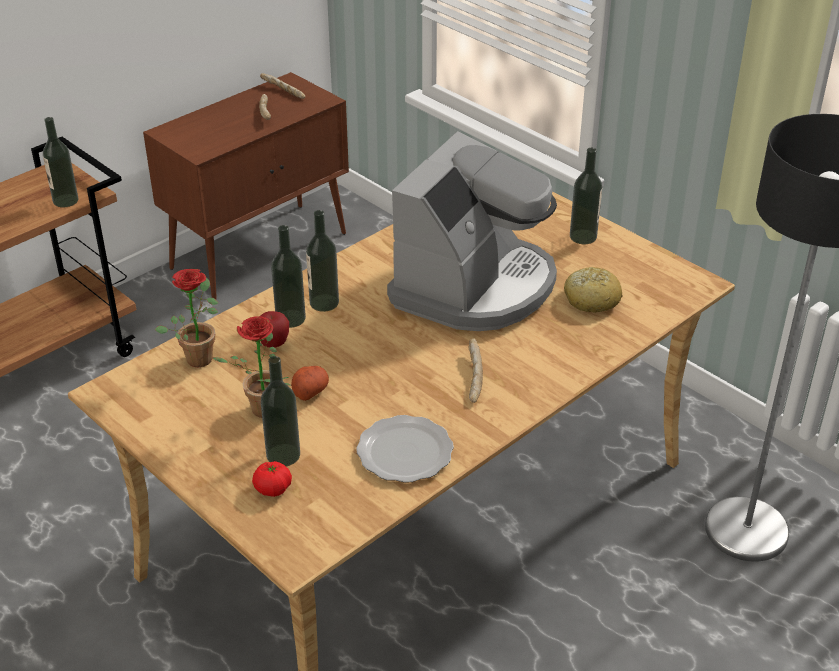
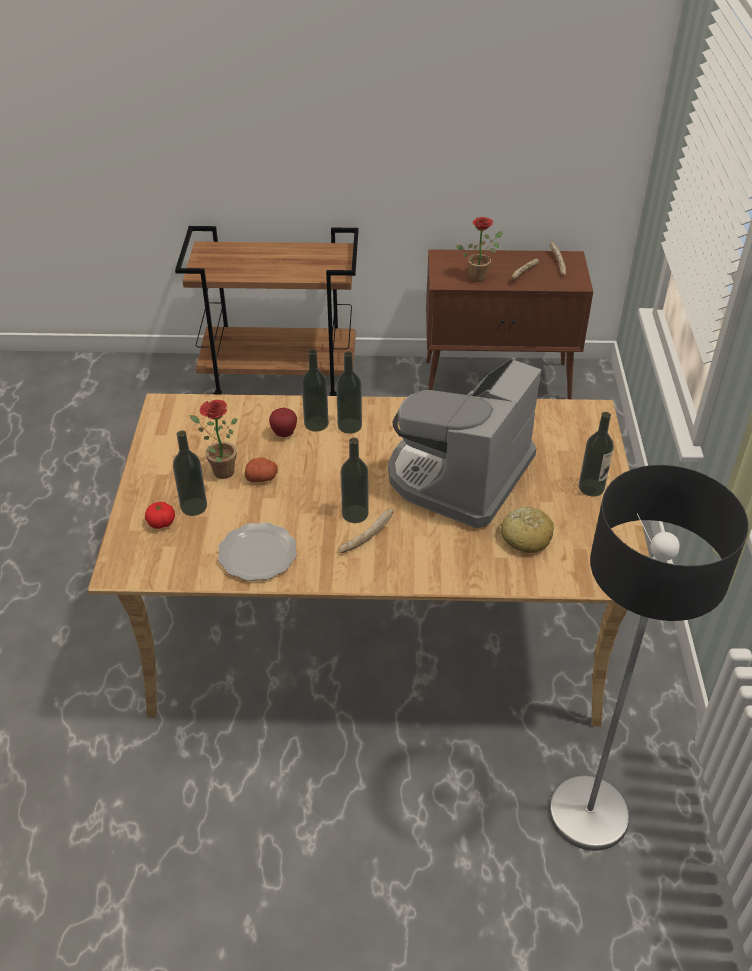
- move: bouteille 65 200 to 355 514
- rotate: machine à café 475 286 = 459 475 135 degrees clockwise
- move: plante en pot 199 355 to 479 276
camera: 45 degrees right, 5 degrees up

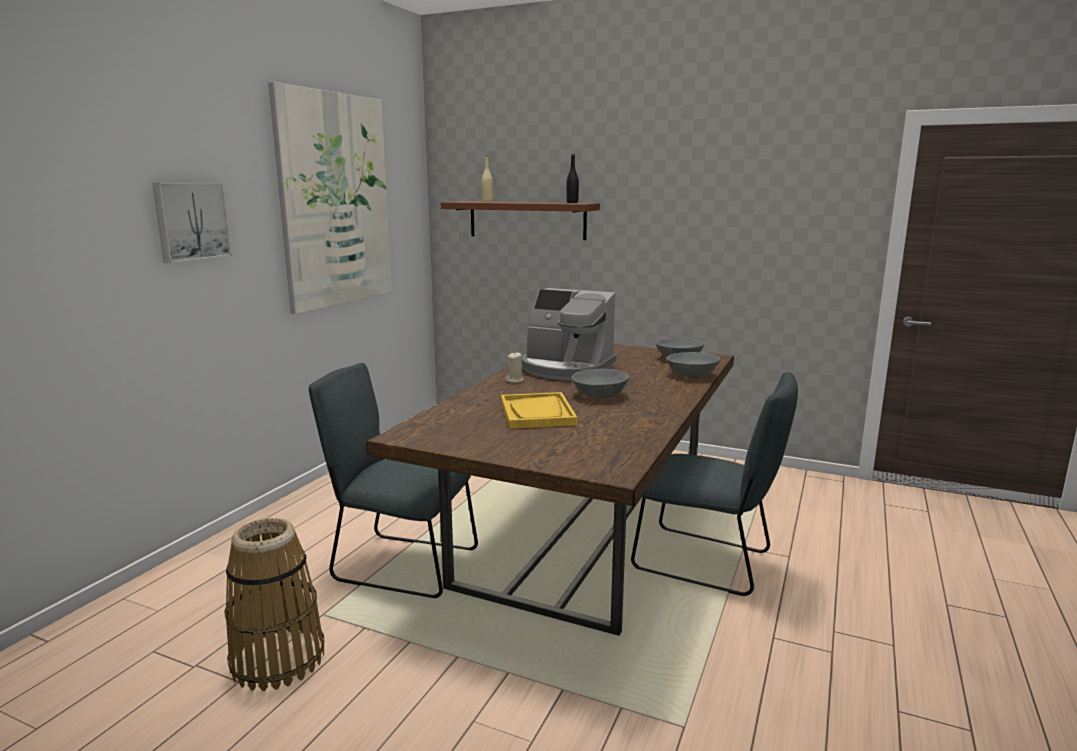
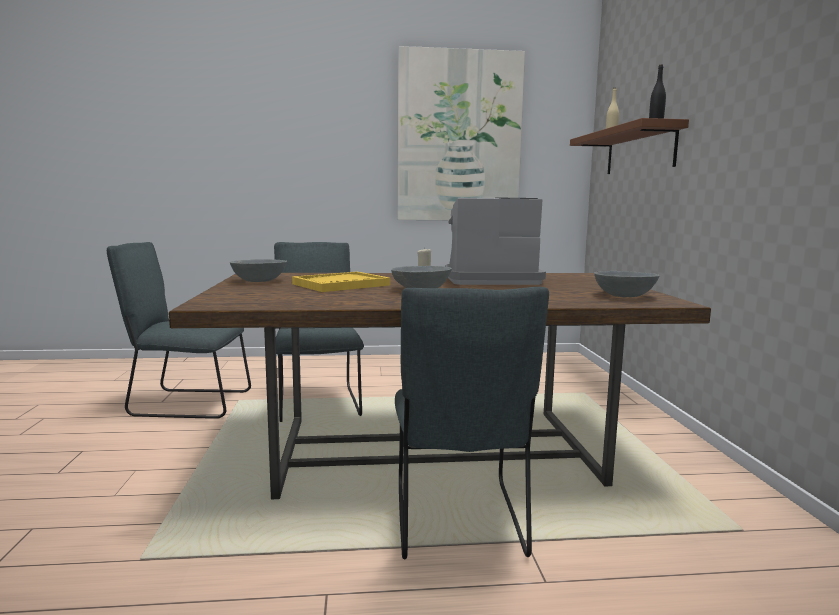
- delete: tableau 191 221
- rotate: machine à café 566 369 = 489 280 90 degrees clockwise
- move: bol/gris 692 375 to 260 281
- replace: panier 277 659 to chaise/gris 186 403
camera: 60 degrees right, 5 degrees down

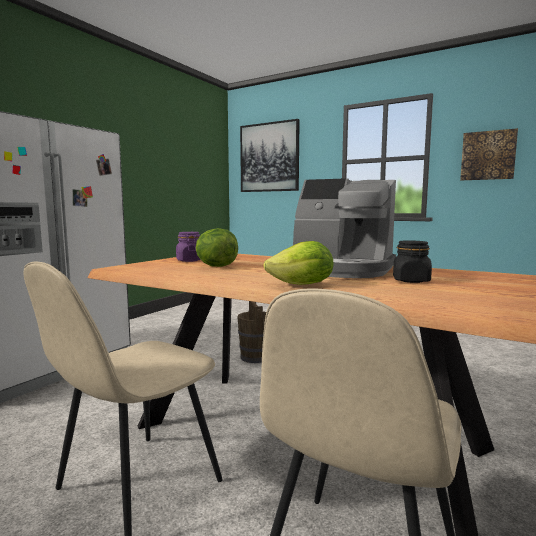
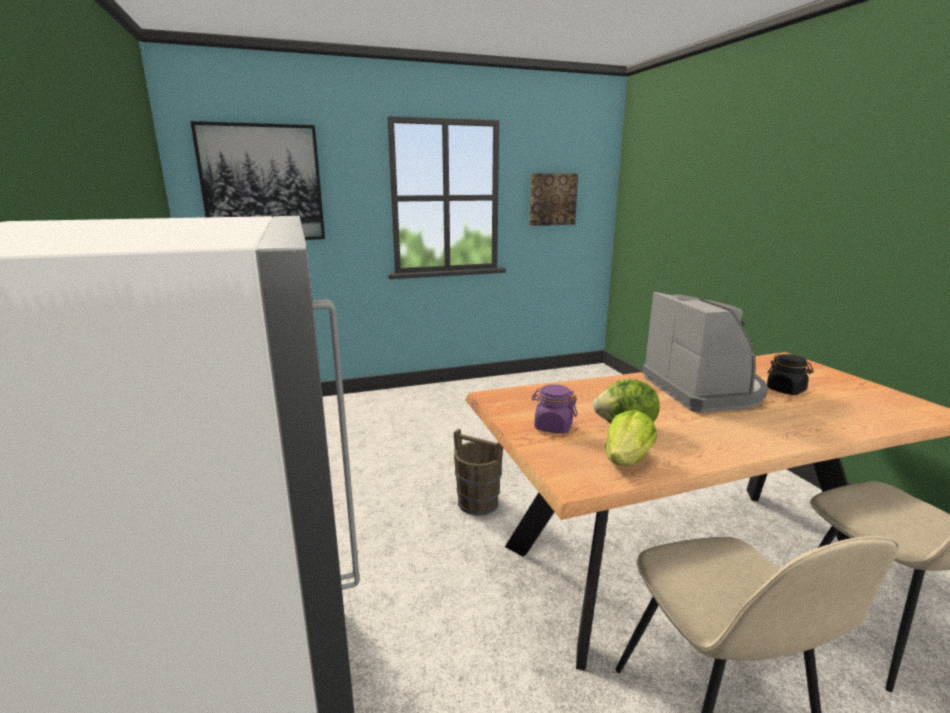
- rotate: machine à café 340 269 = 704 389 75 degrees counterclockwise
- move: laitue 302 285 to 627 460
camera: 50 degrees left, 10 degrees up

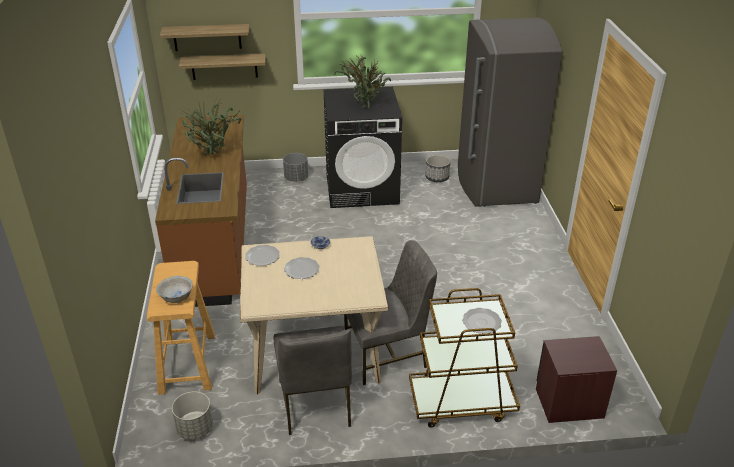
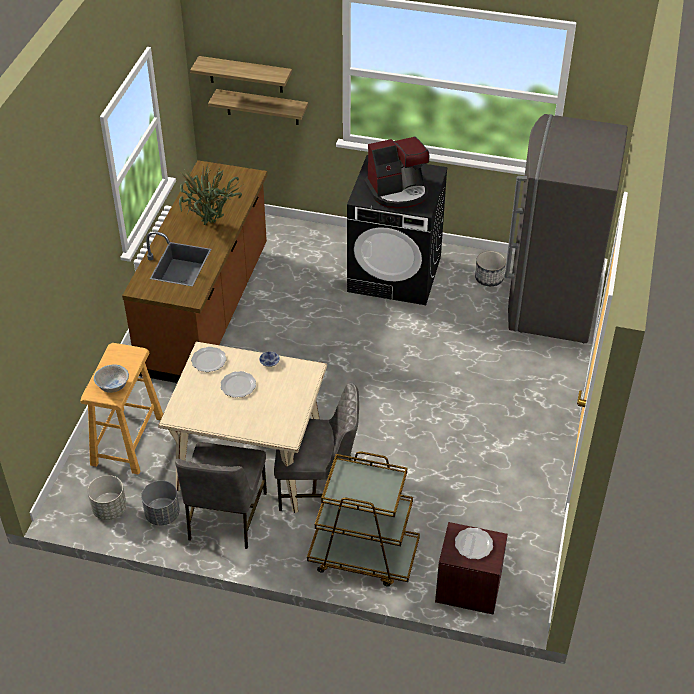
- replace: plante en pot 364 106 to machine à café 398 191
- move: cache-pot/gris 296 178 to 163 514
- move: assiette 481 322 to 473 544
camera: 20 degrees right, 10 degrees up

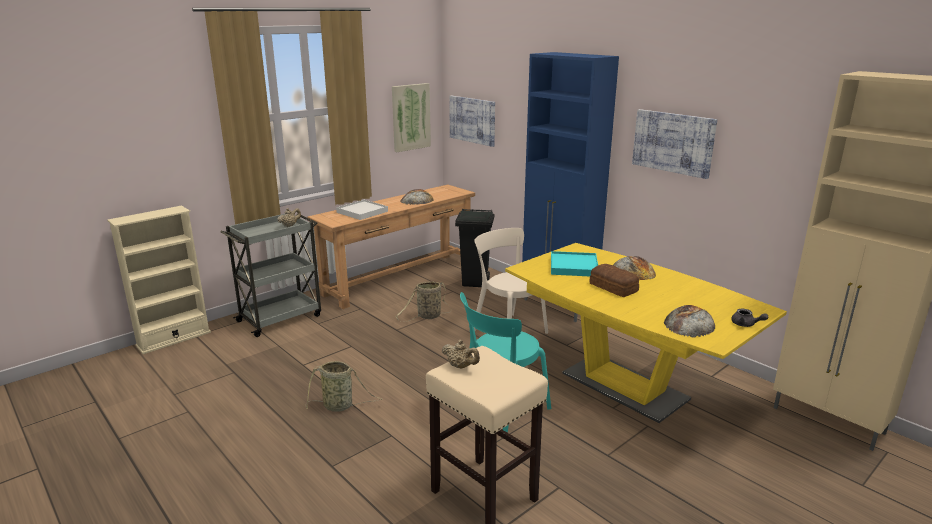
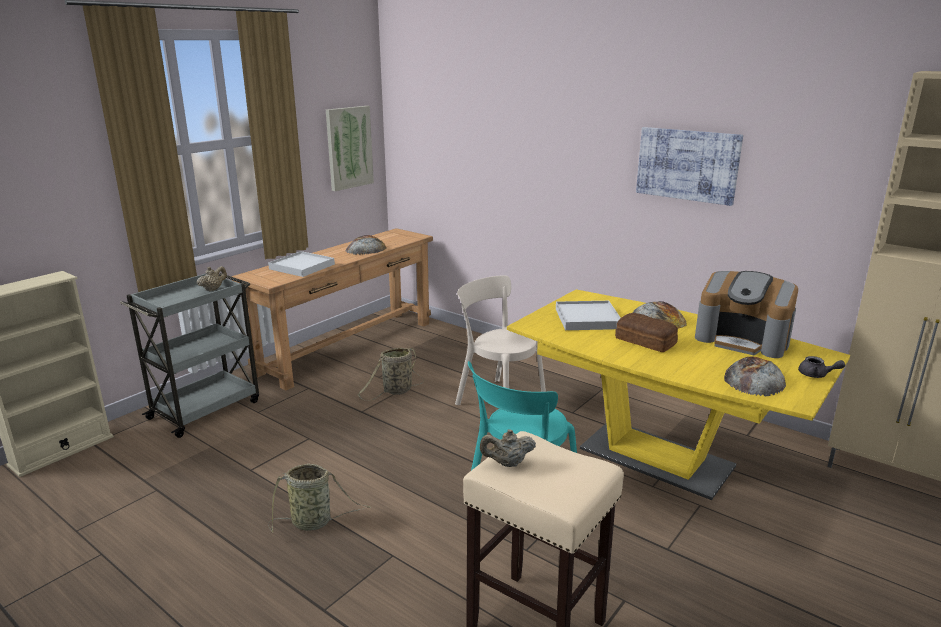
- delete: meuble de rangement/bleu 558 307
- delete: tableau 472 120
- delete: poubelle/noir 475 282
- recolor: plateau/turquoise 573 267 to plateau/blanc 587 319
- rotate: théière/beige 461 366 = 507 463 150 degrees clockwise
- insert: machine à café 742 339
camera: 10 degrees left, 0 degrees up

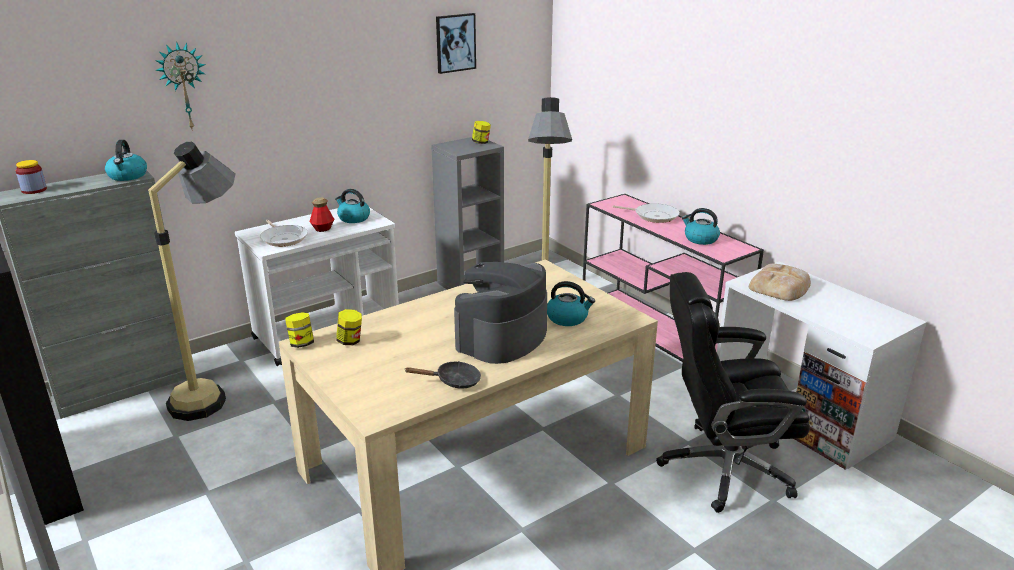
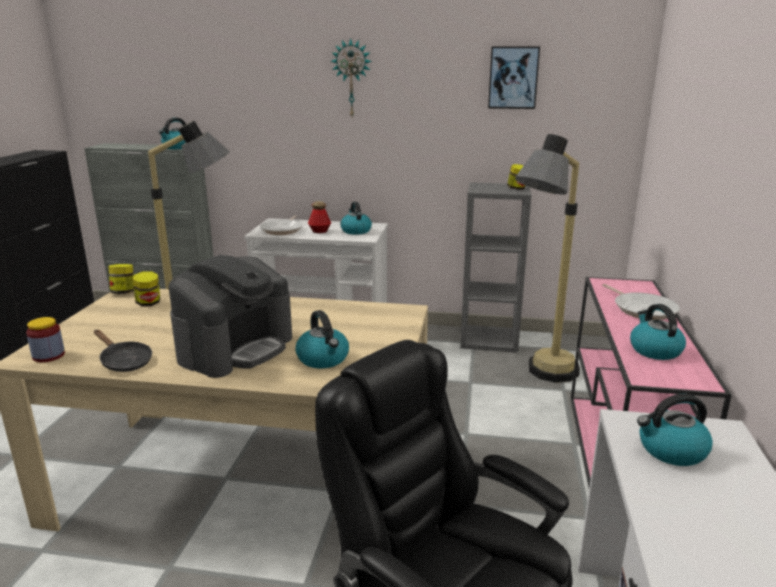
- move: horloge murale 183 86 to 352 79
- move: bocal 34 190 to 48 355
- rotate: machine à café 501 337 = 236 348 135 degrees clockwise
- replace: pain 780 287 to bouilloire 671 450
camera: 45 degrees right, 5 degrees down

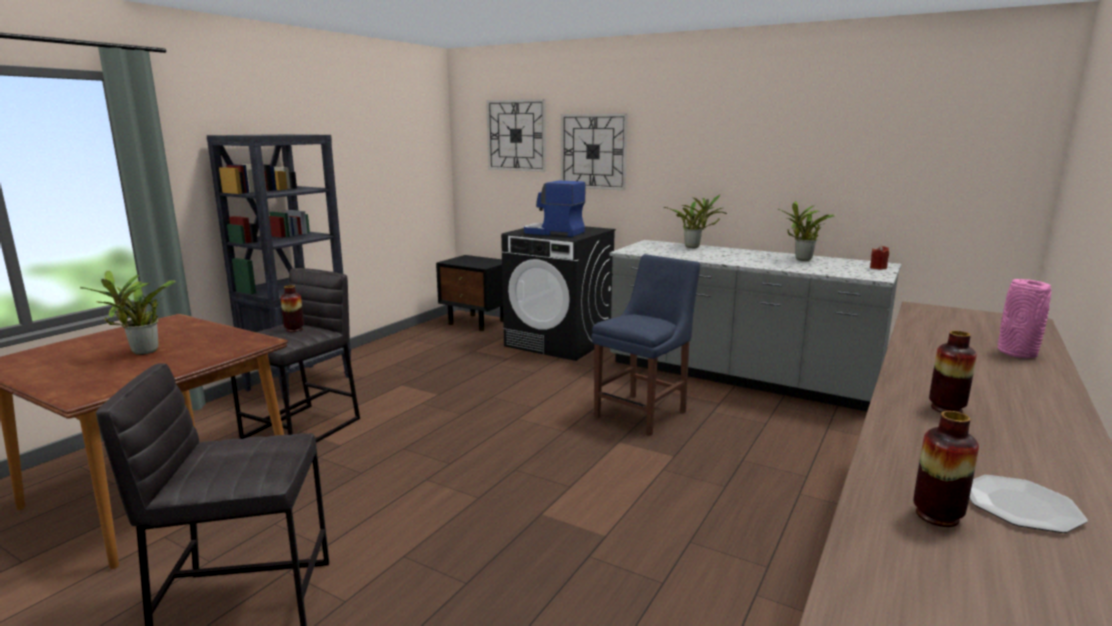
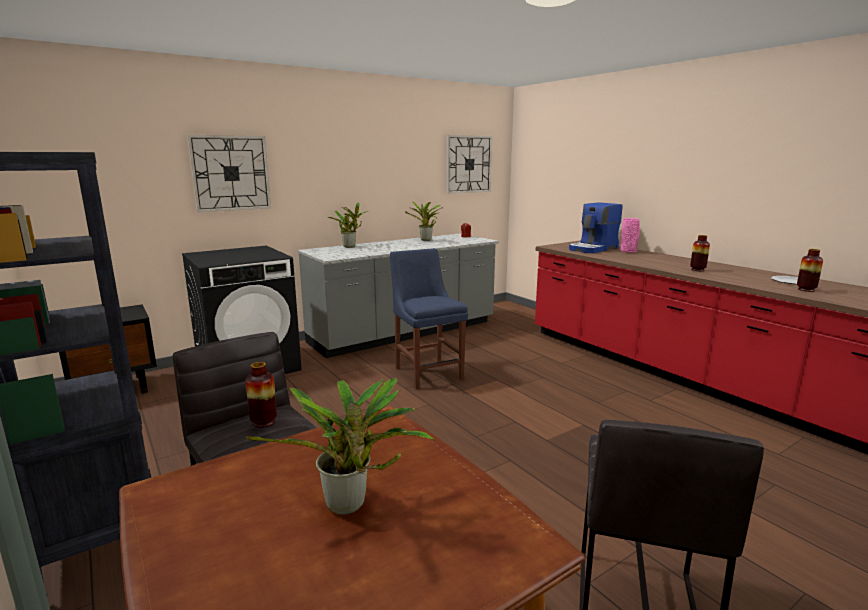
- move: horloge murale 516 135 to 468 164
- move: machine à café 553 233 to 593 249
camera: 65 degrees left, 0 degrees up

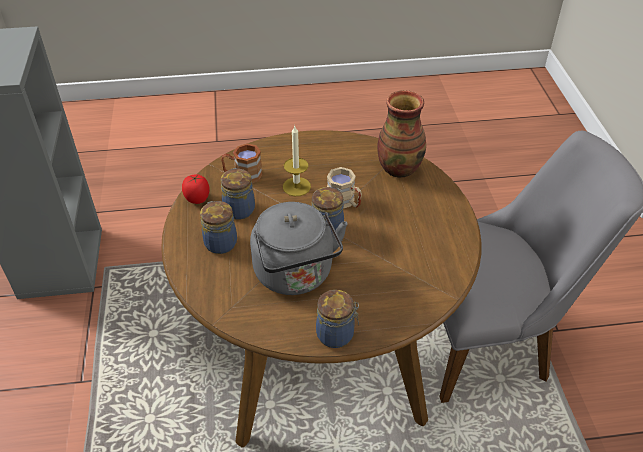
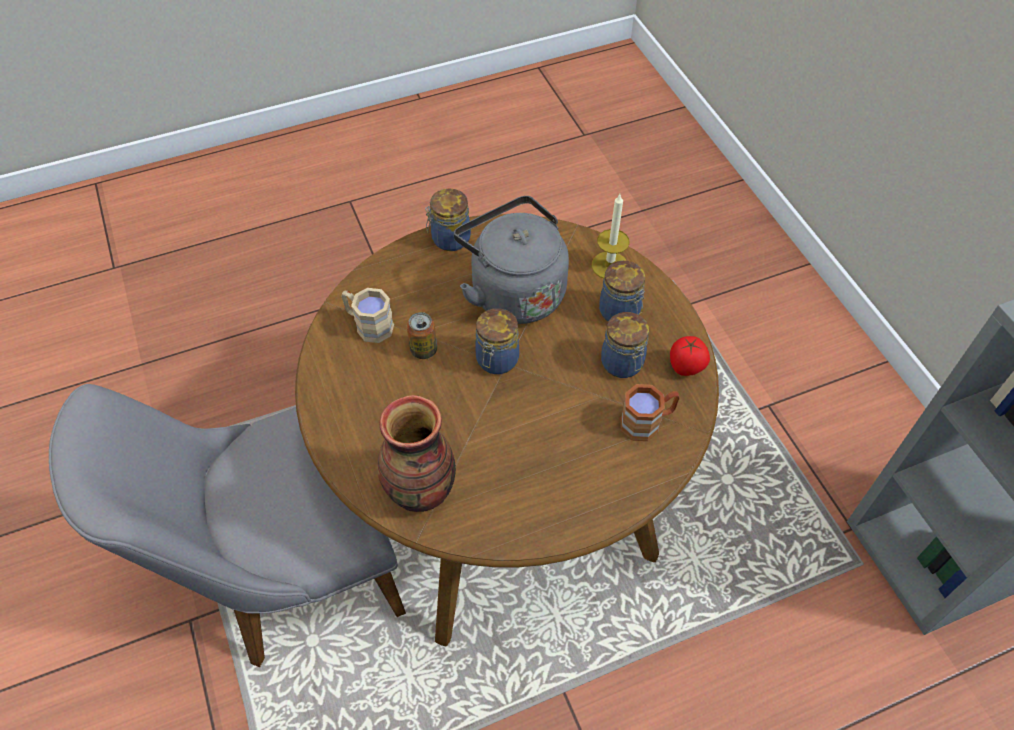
- move: bougie 296 186 to 609 265
- move: mug/beige 345 202 to 368 325
- insert: boîte métallique 423 350
camera: 165 degrees right, 10 degrees up

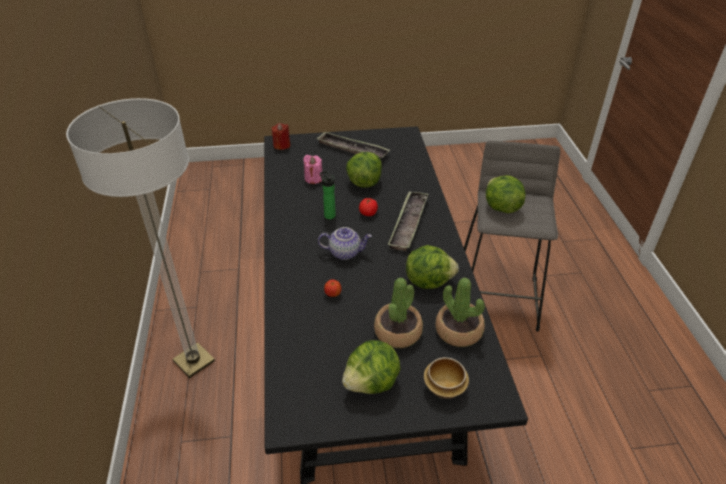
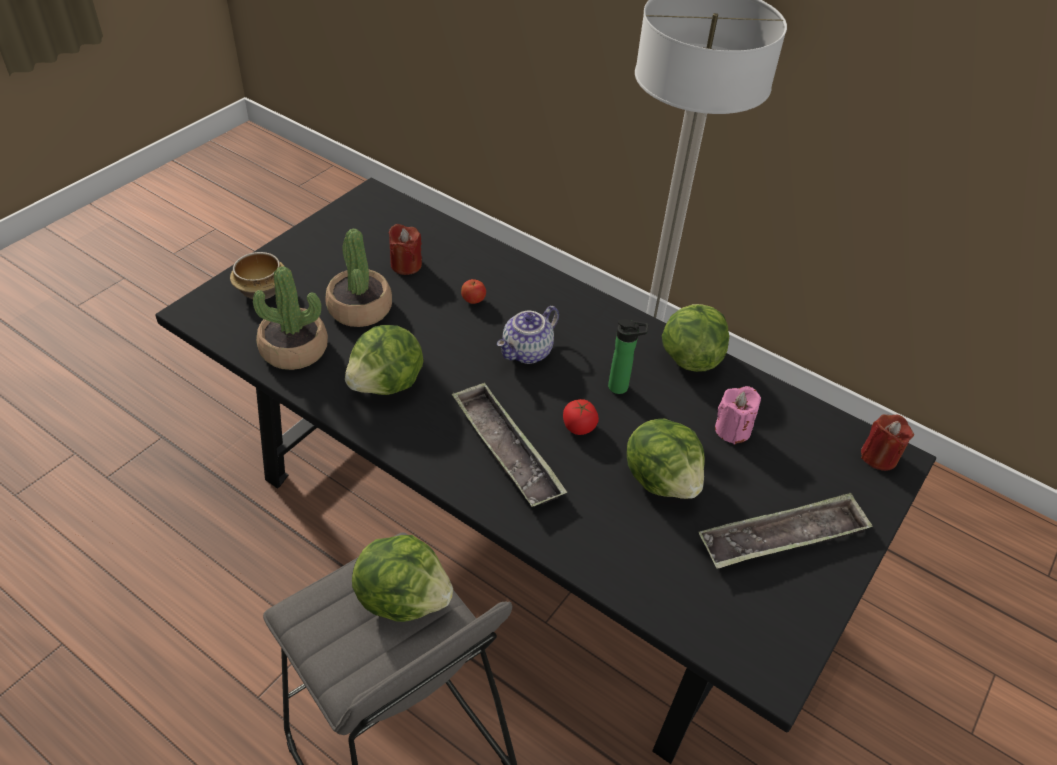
- move: laitue 372 383 to 690 357
- insert: bougie/rouge 406 265
camera: 130 degrees right, 5 degrees up

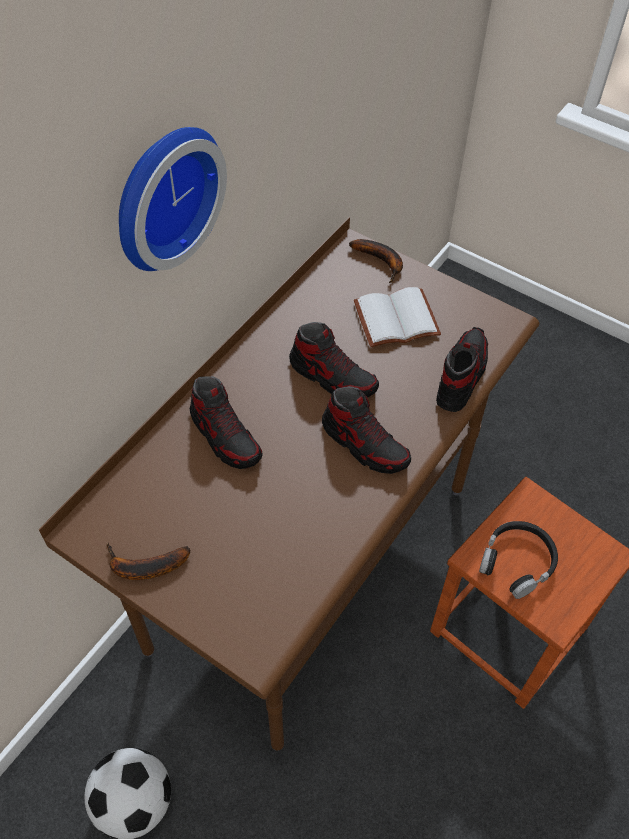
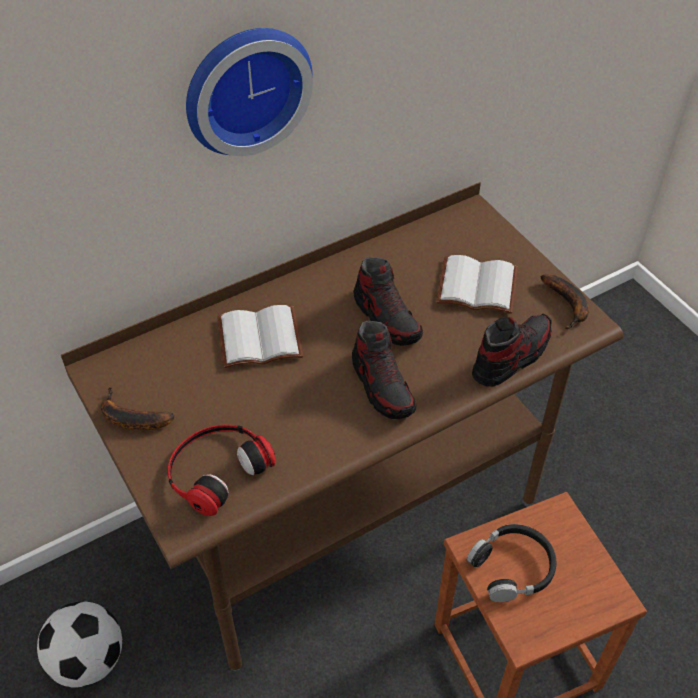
- move: banane 381 261 to 568 305
- replace: chaussure 225 436 to livre/blanc 261 336
- insert: casque audio 216 469
camera: 25 degrees right, 5 degrees down

